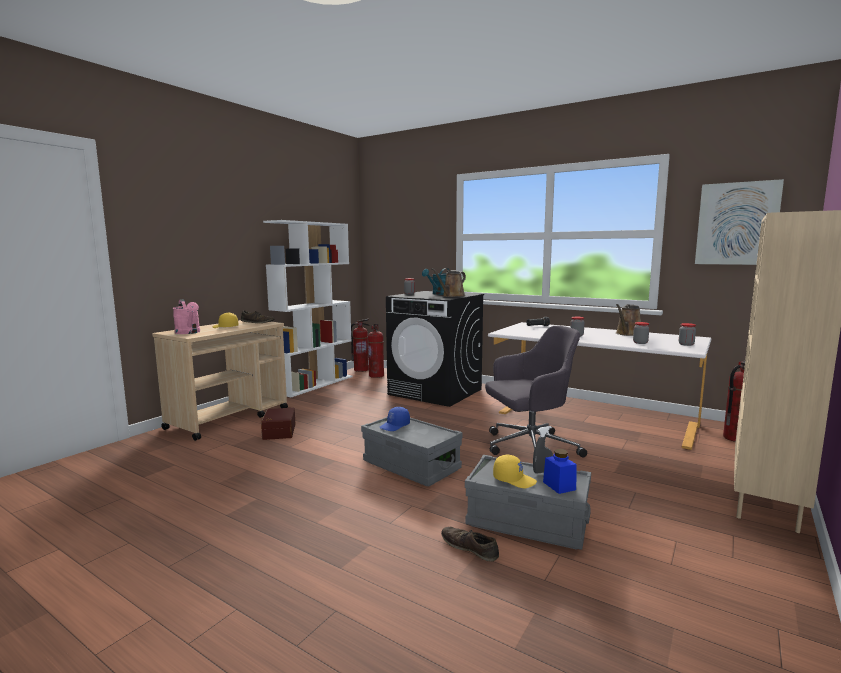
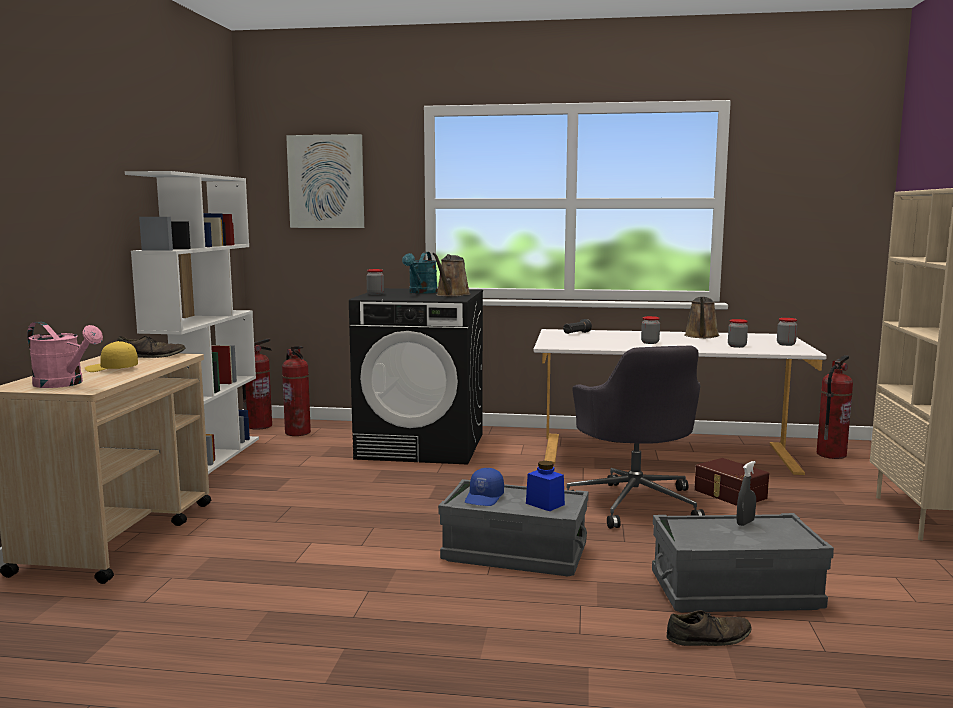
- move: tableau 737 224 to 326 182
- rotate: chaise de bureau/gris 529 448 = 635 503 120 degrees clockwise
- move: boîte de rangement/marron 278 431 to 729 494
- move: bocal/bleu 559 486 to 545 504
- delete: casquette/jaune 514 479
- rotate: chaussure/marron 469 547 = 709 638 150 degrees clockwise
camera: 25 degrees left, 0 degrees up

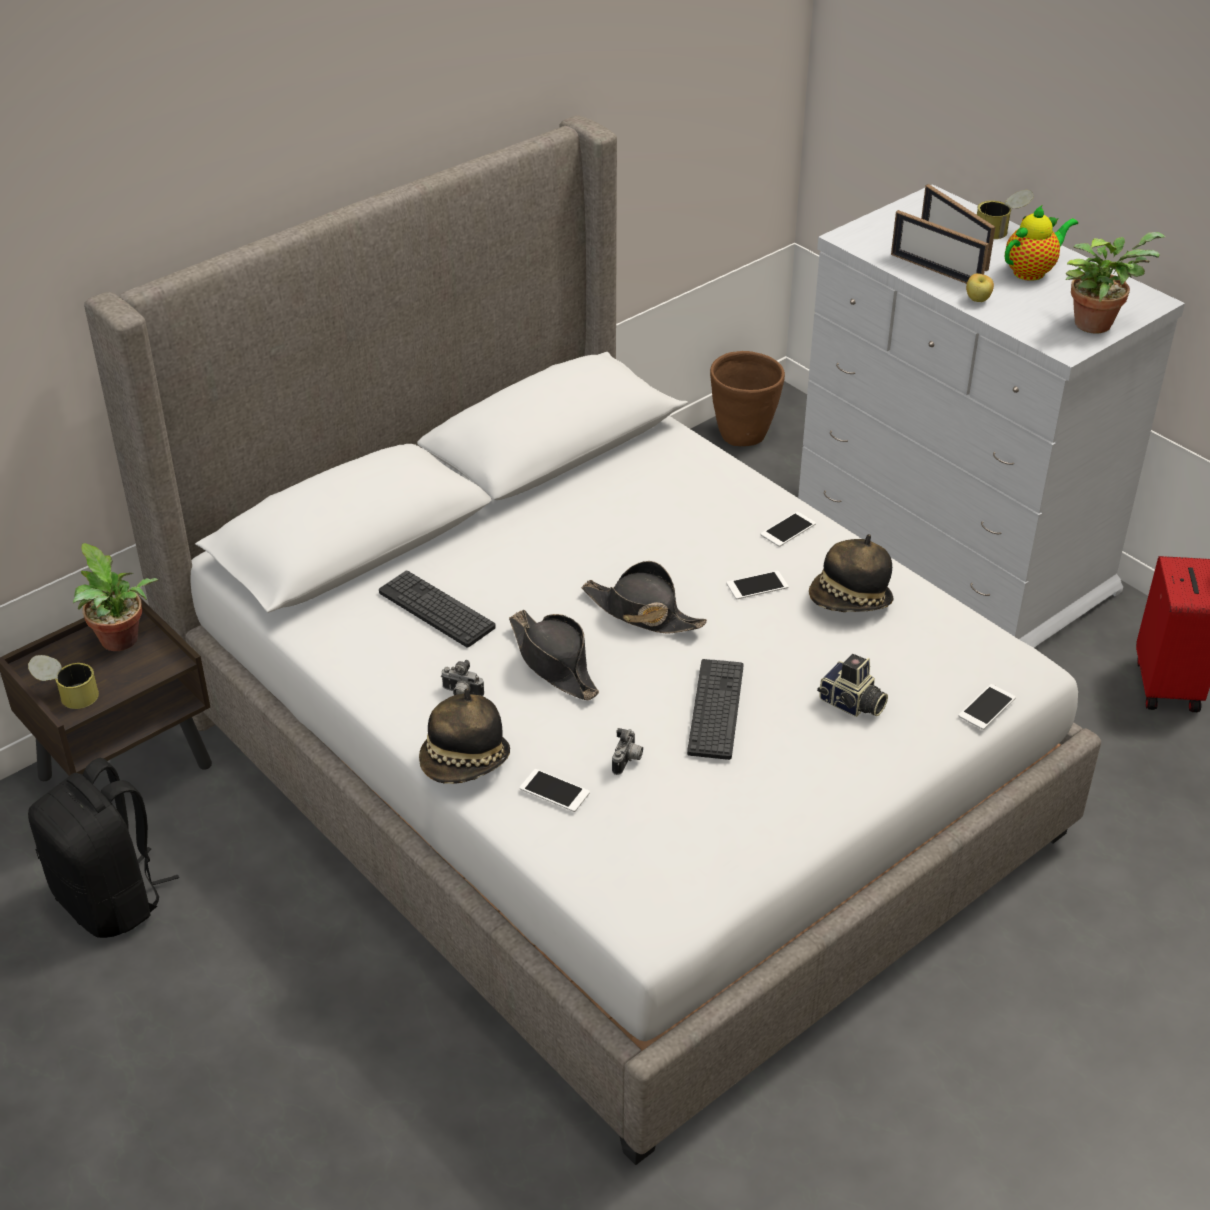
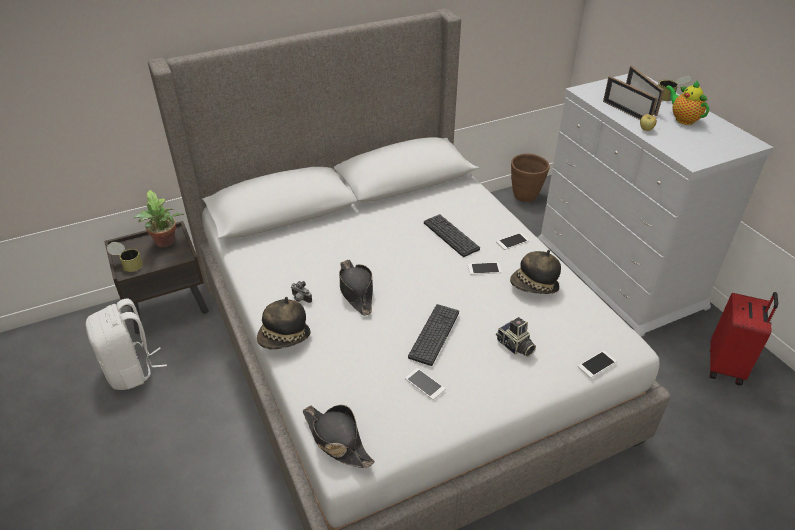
- rotate: théière 1032 271 = 683 119 105 degrees counterclockwise
- delete: plante en pot 1096 322
- move: chapeau/noir 642 612 to 336 440
- move: clavier 436 610 to 451 236
- delete: appareil photo 628 761
- recolor: sac à dos/noir 111 899 to sac à dos/blanc 131 370
- move: téléphone 554 791 to 425 384
camera: 15 degrees right, 0 degrees up

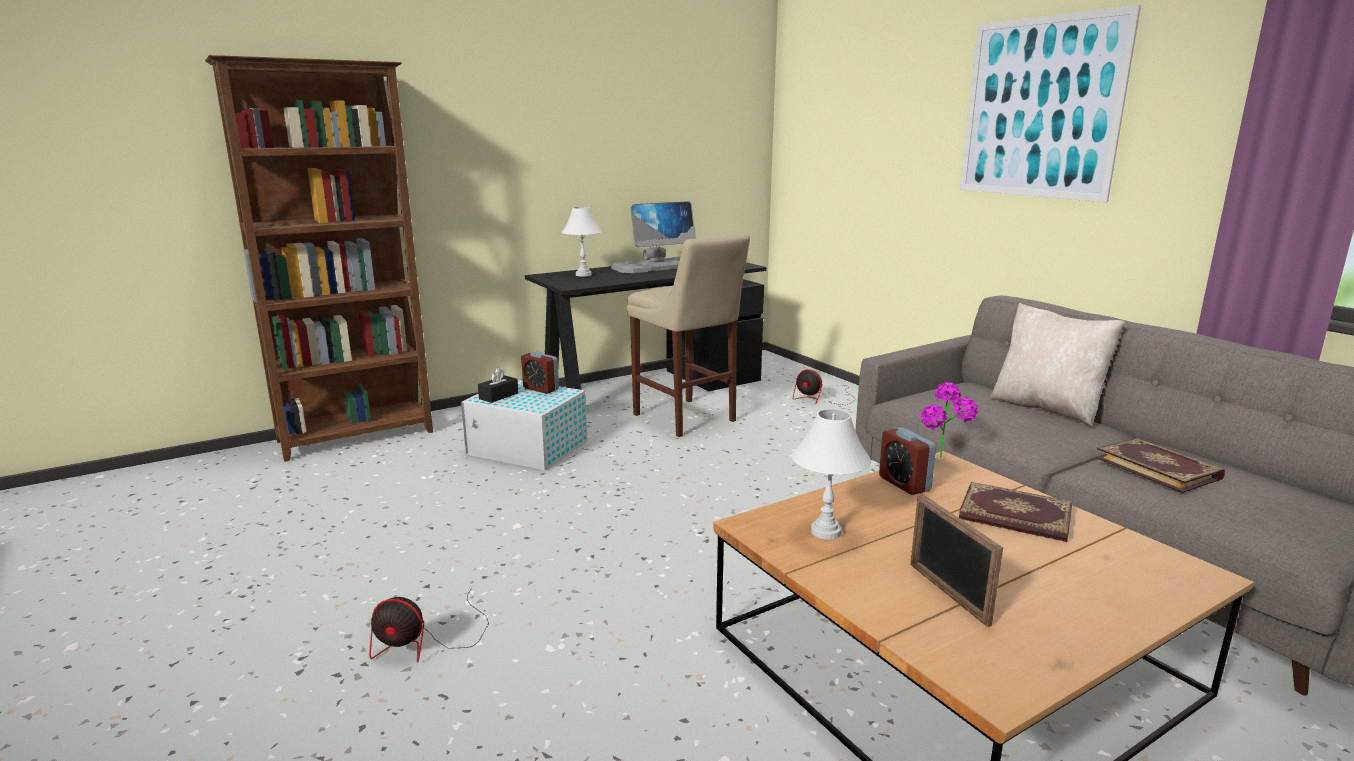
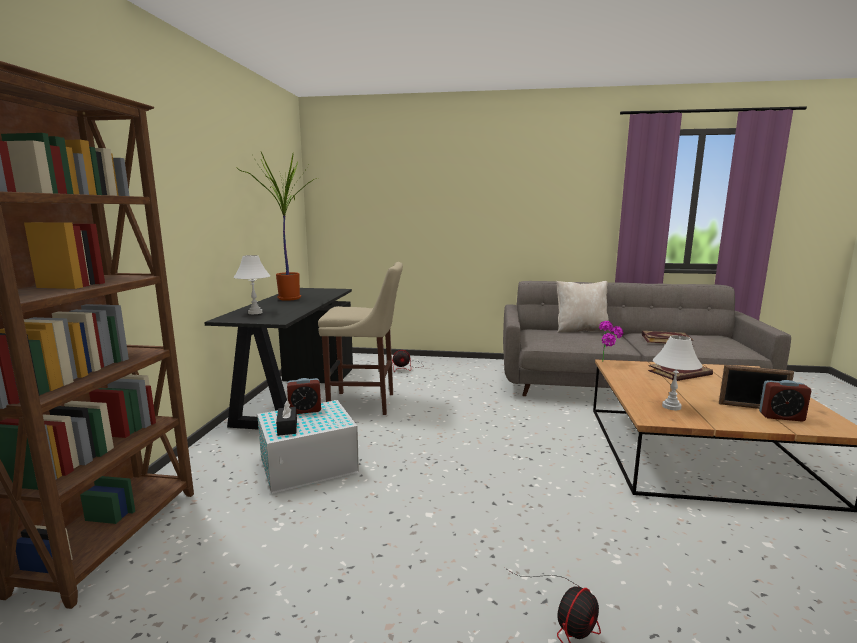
- delete: tableau 1040 108
- replace: écran d'ordinateur 660 266 to plante en pot 287 298
- move: réveil 904 484 to 781 417
camera: 50 degrees left, 5 degrees down

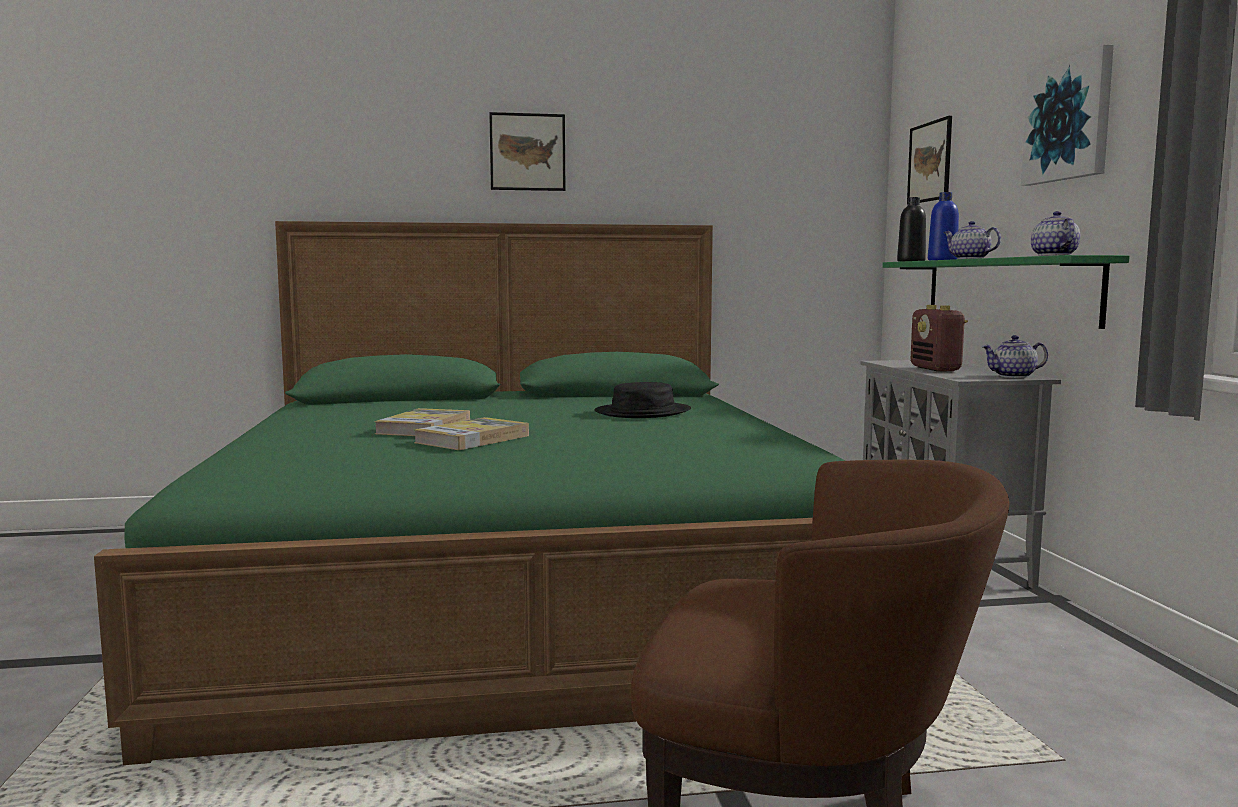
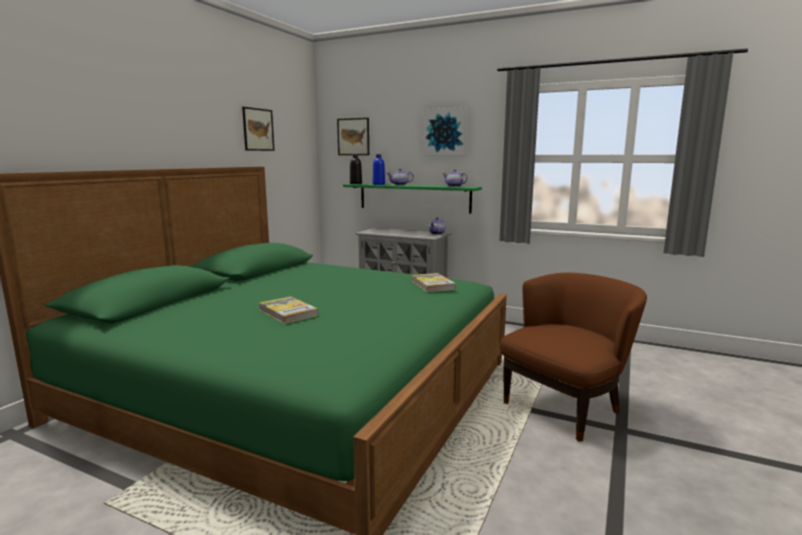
- move: tableau 527 152 to 258 129
- delete: radio 936 369
- delete: chapeau/noir 642 412
- move: livre 472 439 to 432 285
camera: 55 degrees left, 5 degrees up

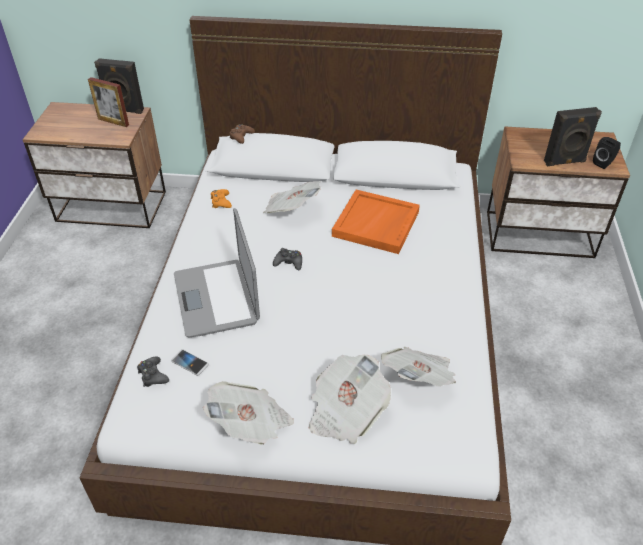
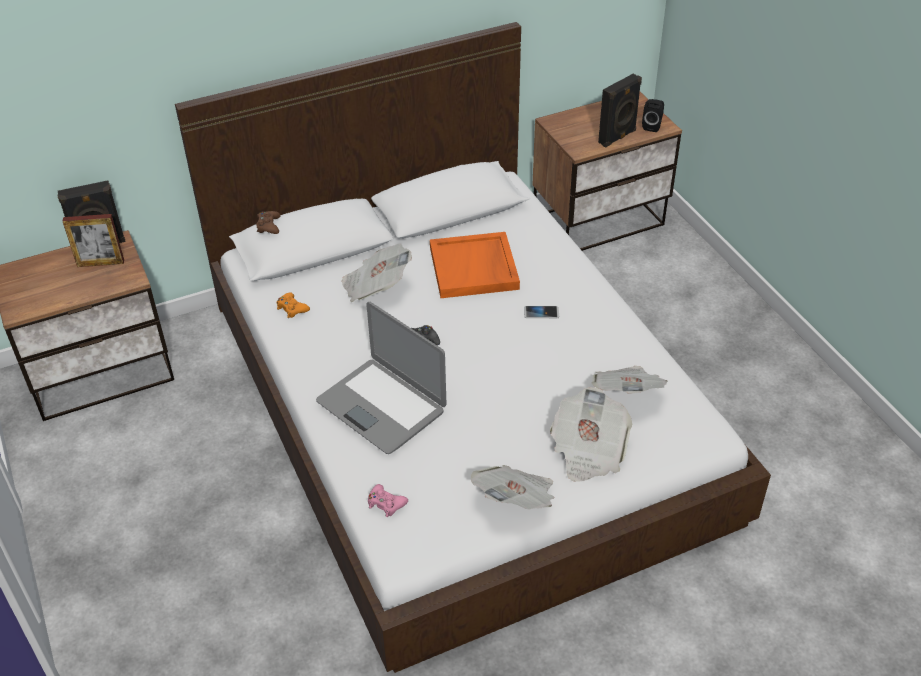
- move: téléphone 190 363 to 541 313
- recolor: manette/noir 153 375 to manette/rose 386 504
camera: 30 degrees left, 0 degrees up

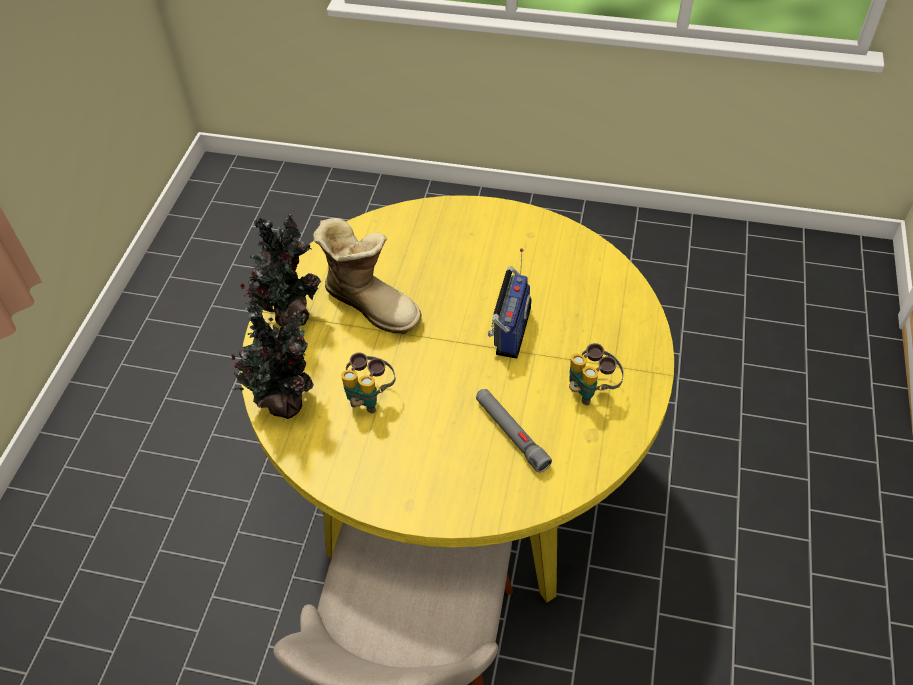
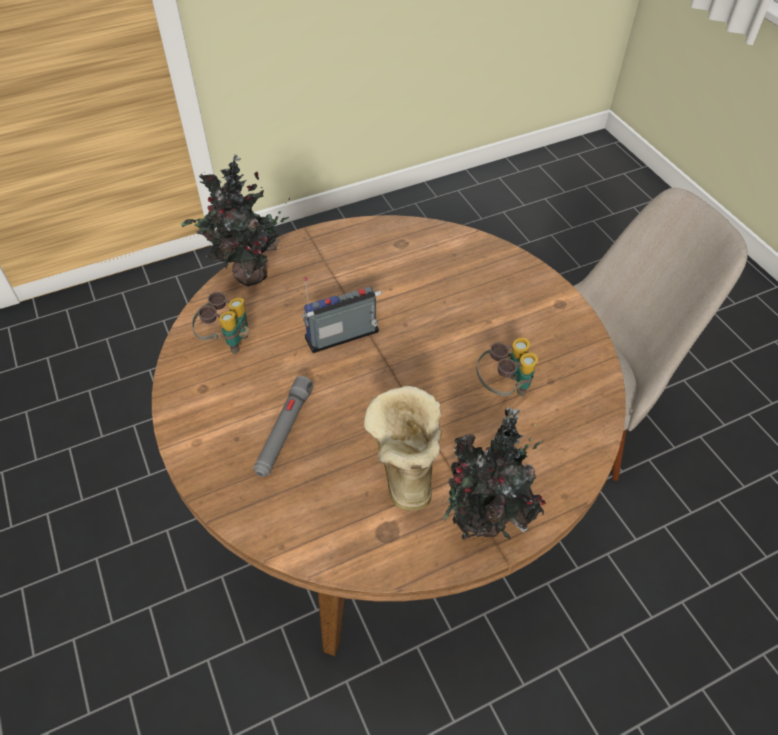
- recolor: table à manger/jaune 461 479 to table à manger/marron 387 506
- move: plante en pot 286 401 to 248 276
- move: jumelles 591 389 to 227 340
- move: lampe de poche/gris 511 433 to 284 431
camera: 130 degrees left, 0 degrees up

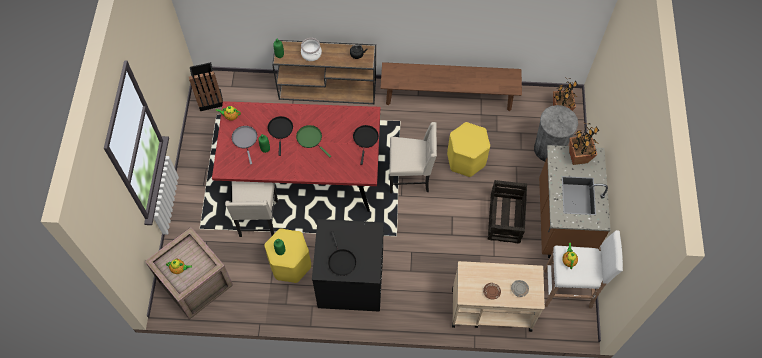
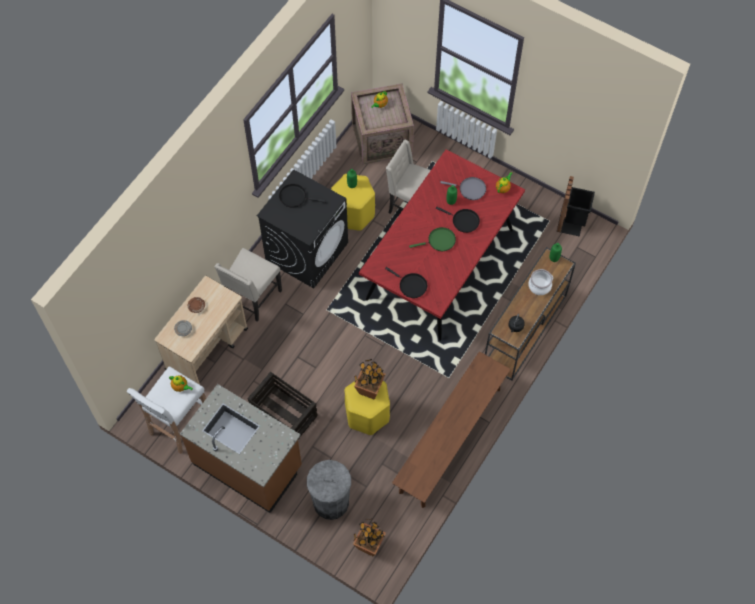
- move: chaise/beige 410 177 to 253 298
- move: plante en pot 578 157 to 370 389
camera: 120 degrees right, 0 degrees up

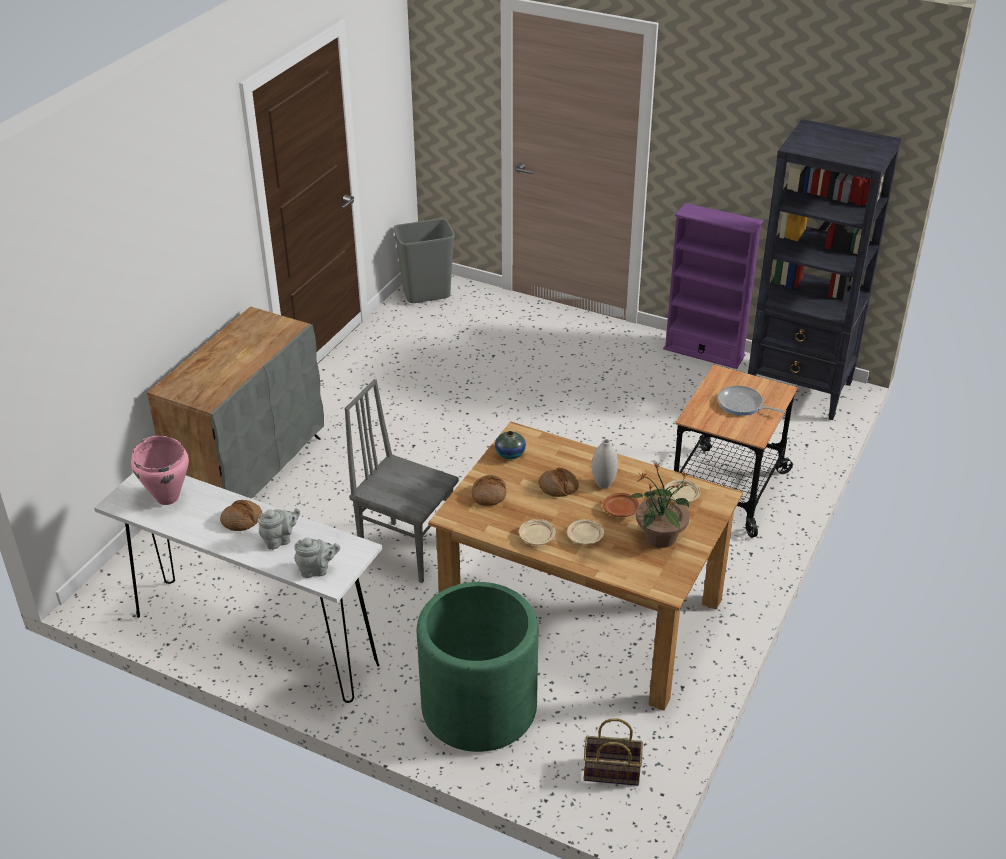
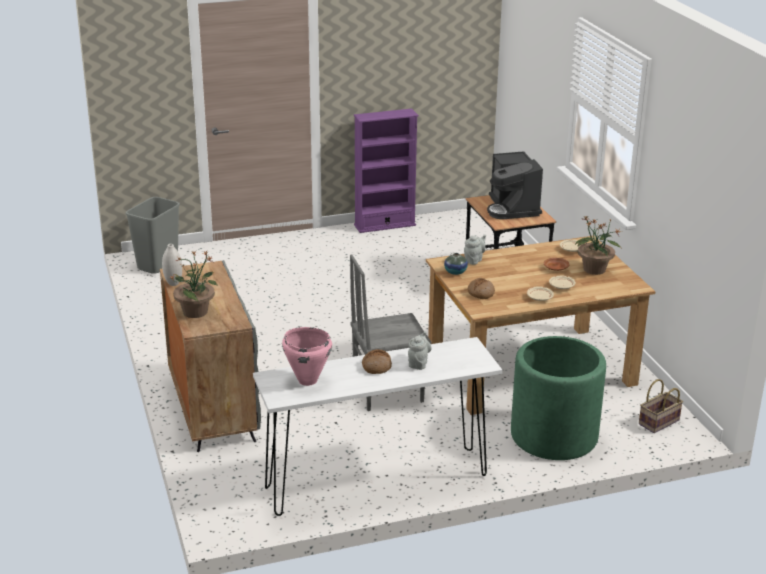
- delete: bibliothèque/noir 800 390
- replace: poêle 742 405 to machine à café 512 208
- move: vase/blanc 603 484 to 173 283
- delete: pain 558 487
- move: théière/gris 317 570 to 474 260
- insert: plante en pot 196 311
camera: 45 degrees left, 10 degrees down

